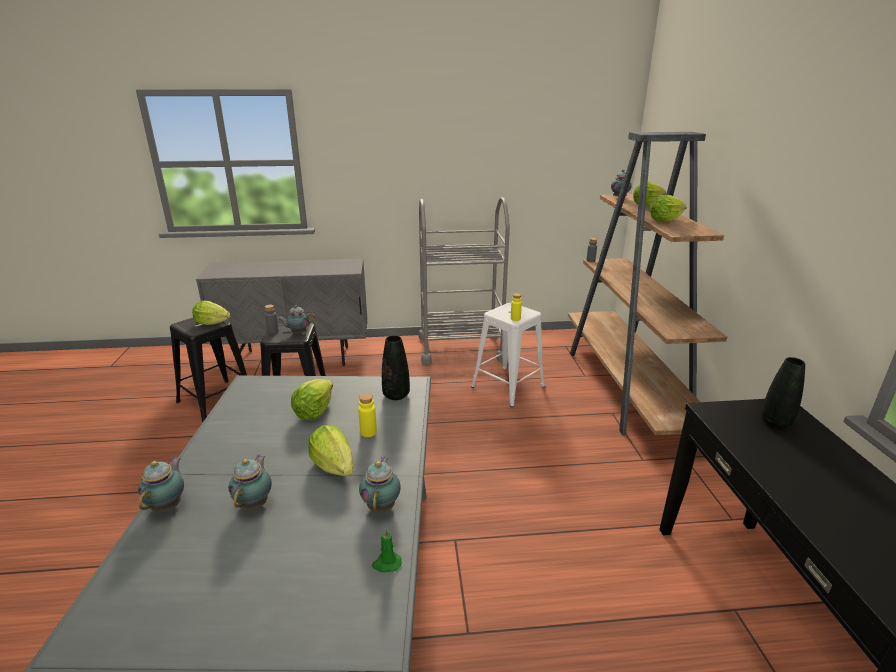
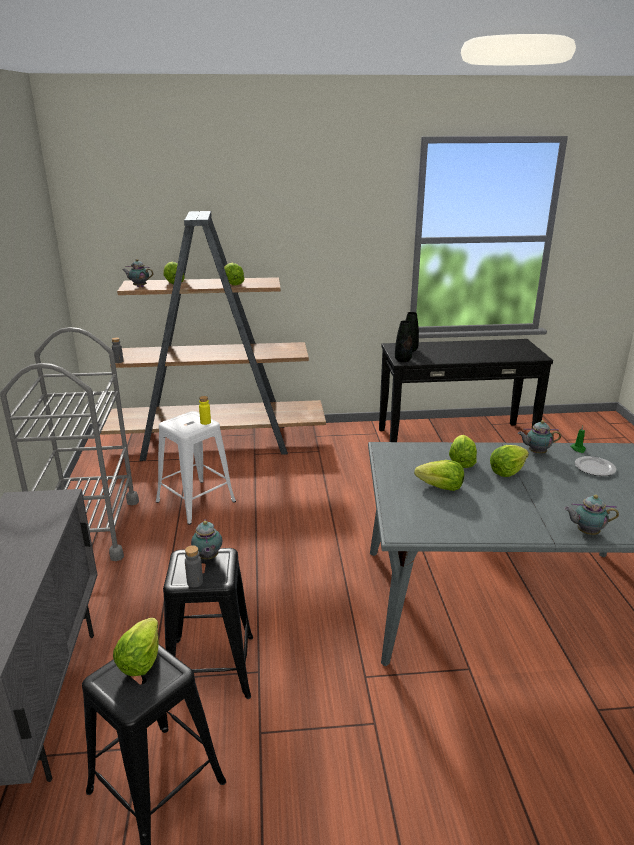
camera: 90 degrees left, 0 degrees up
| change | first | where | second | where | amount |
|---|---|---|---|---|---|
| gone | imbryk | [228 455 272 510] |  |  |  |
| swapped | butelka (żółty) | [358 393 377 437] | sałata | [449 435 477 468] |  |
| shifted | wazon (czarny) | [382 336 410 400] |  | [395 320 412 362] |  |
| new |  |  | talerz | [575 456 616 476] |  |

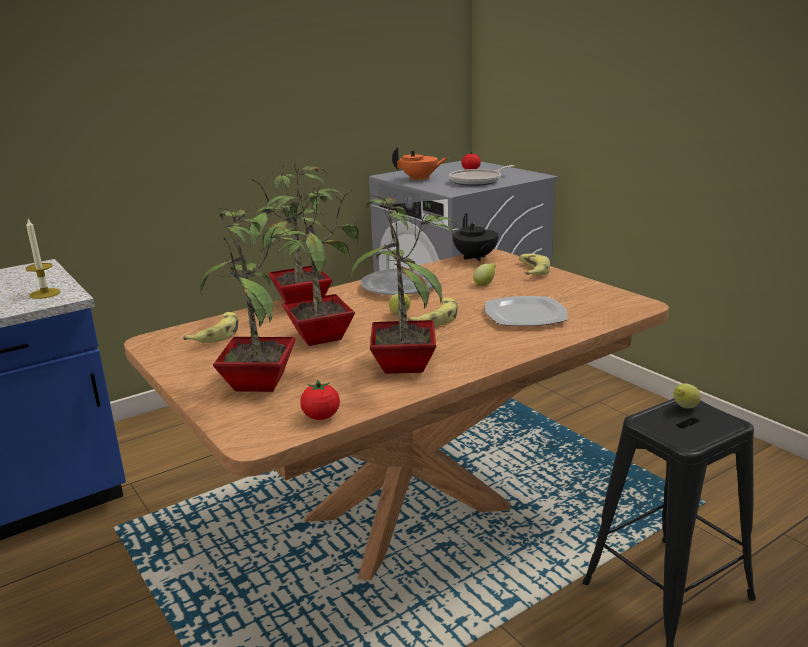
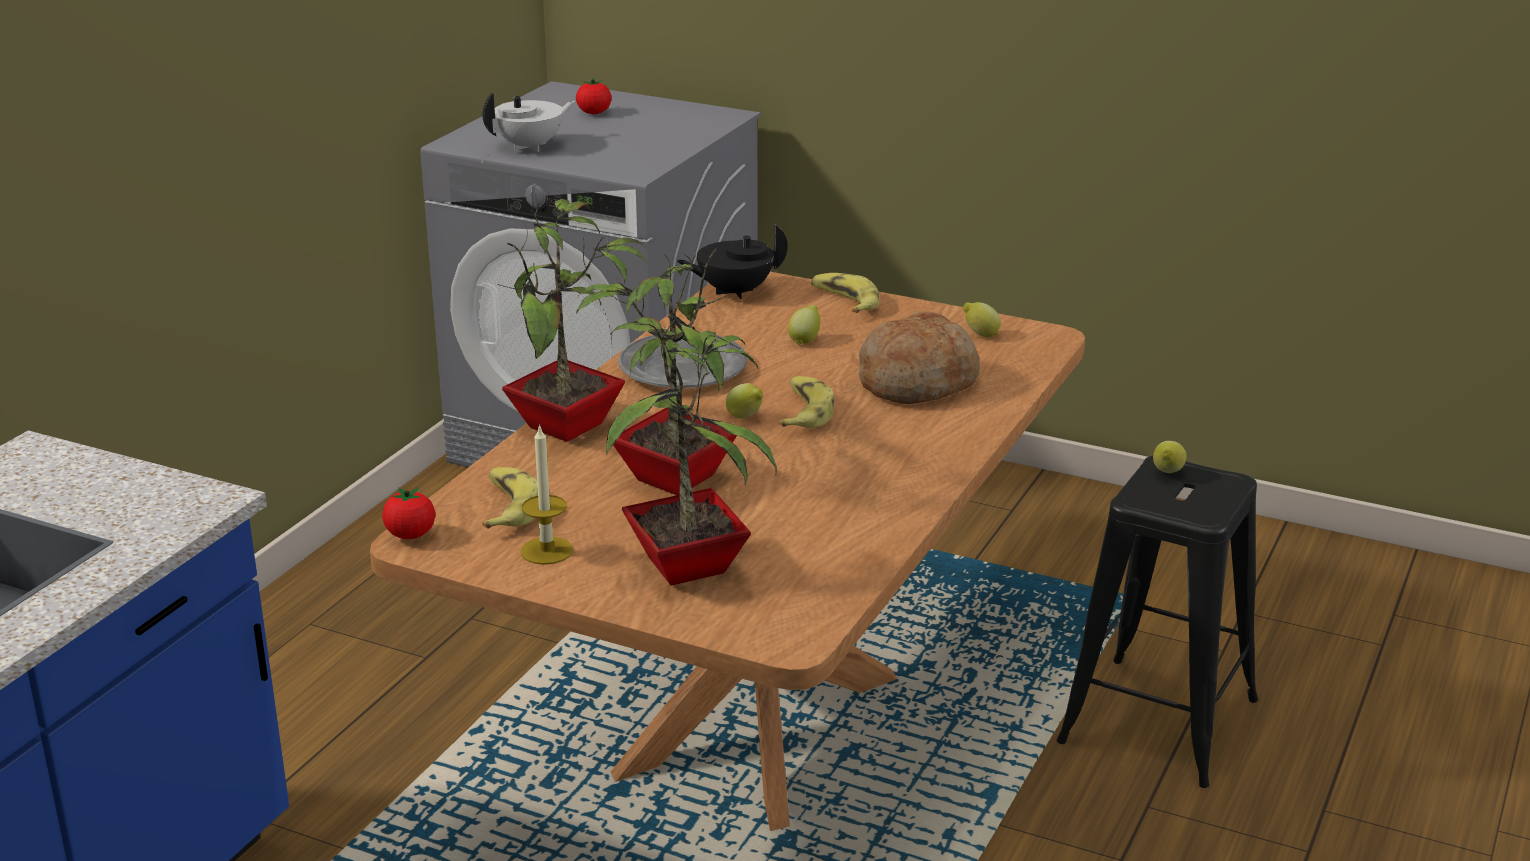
camera: 30 degrees left, 5 degrees up
| change | first | where | second | where | amount |
|---|---|---|---|---|---|
| shifted | świeca | [26 219 61 299] |  | [521 424 573 565] |  |
| shifted | pomidor | [300 380 340 420] |  | [382 487 435 539] |  |
| gone | roślina doniczkowa | [351 195 457 374] |  |  |  |
| repainted | imbryk (pomarańczowy) | [392 147 448 181] | imbryk (biały) | [483 93 575 152] |  |
| gone | patelnia | [449 165 515 186] |  |  |  |
| rotated | imbryk (czarny) | [453 213 498 261] |  | [677 224 788 299] | 120 degrees clockwise |
| swapped | talerz | [485 296 568 326] | chleb | [859 311 980 404] |  |
| new |  |  | cytryna | [963 302 1001 337] |  |

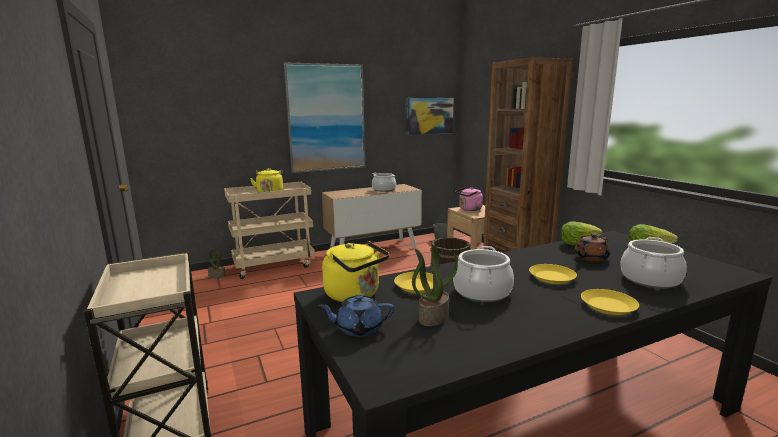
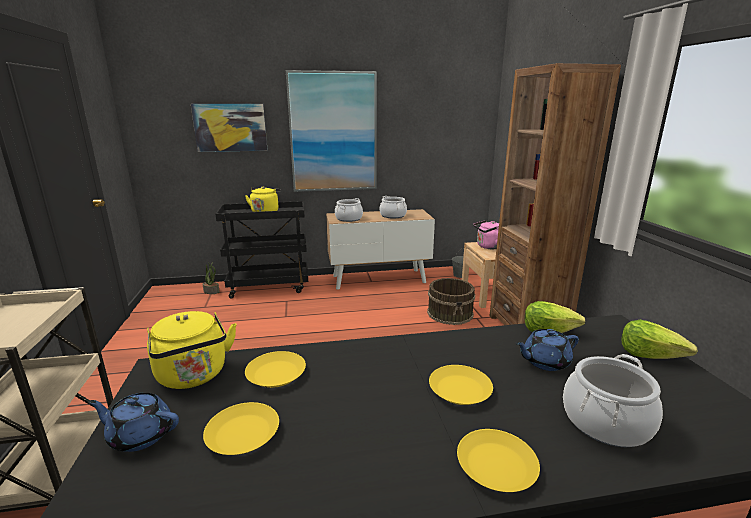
camera: 15 degrees right, 5 degrees up
| change | first | where | second | where | amount |
|---|---|---|---|---|---|
| repainted | wózek (beżowy) | [224 182 315 279] | wózek (czarny) | [215 201 308 298] |  |
| shifted | obraz | [406 97 454 135] |  | [191 103 268 152] |  |
| swapped | roślina doniczkowa | [412 245 458 326] | talerz (żółty) | [203 402 279 455] |  |
| shifted | garnek | [453 246 514 302] |  | [335 198 363 222] |  |
| repainted | imbryk (brązowy) | [574 233 610 262] | imbryk (niebieski) | [515 329 579 371] |  |

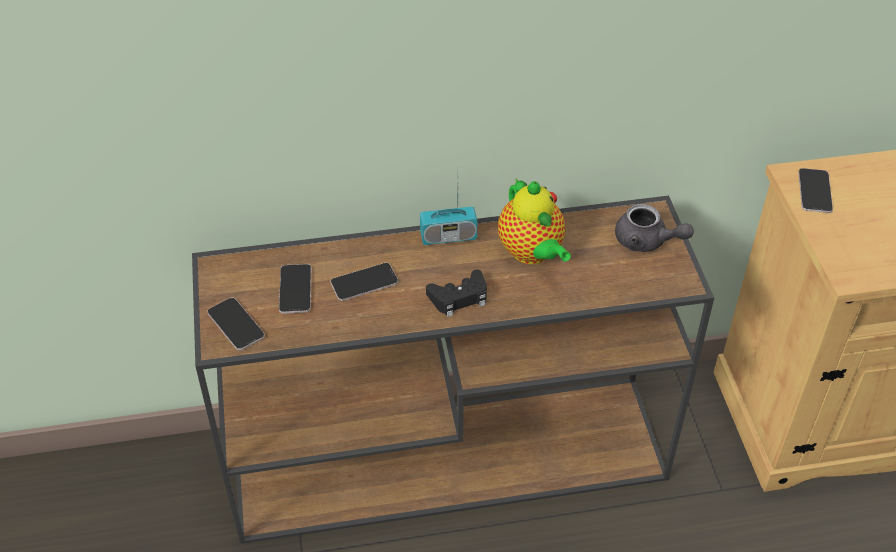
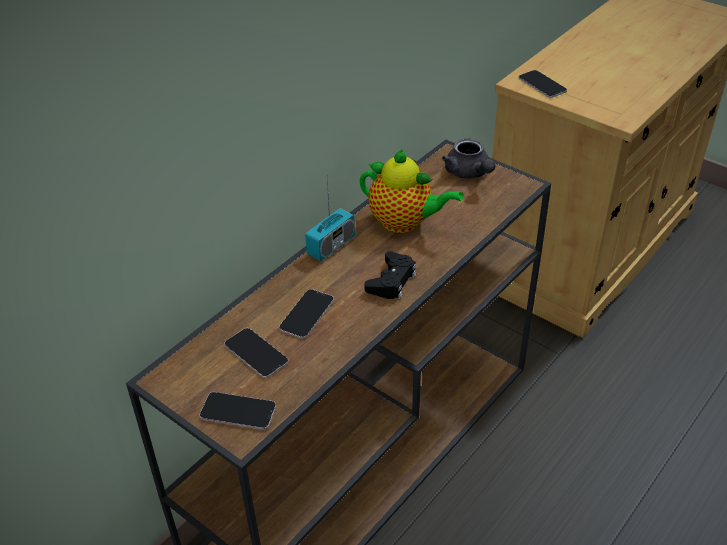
camera: 40 degrees left, 5 degrees down
| change | first | where | second | where | amount |
|---|---|---|---|---|---|
| rotated | imbryk (szary) | [615 204 694 252] |  | [442 139 495 179] | 75 degrees clockwise |

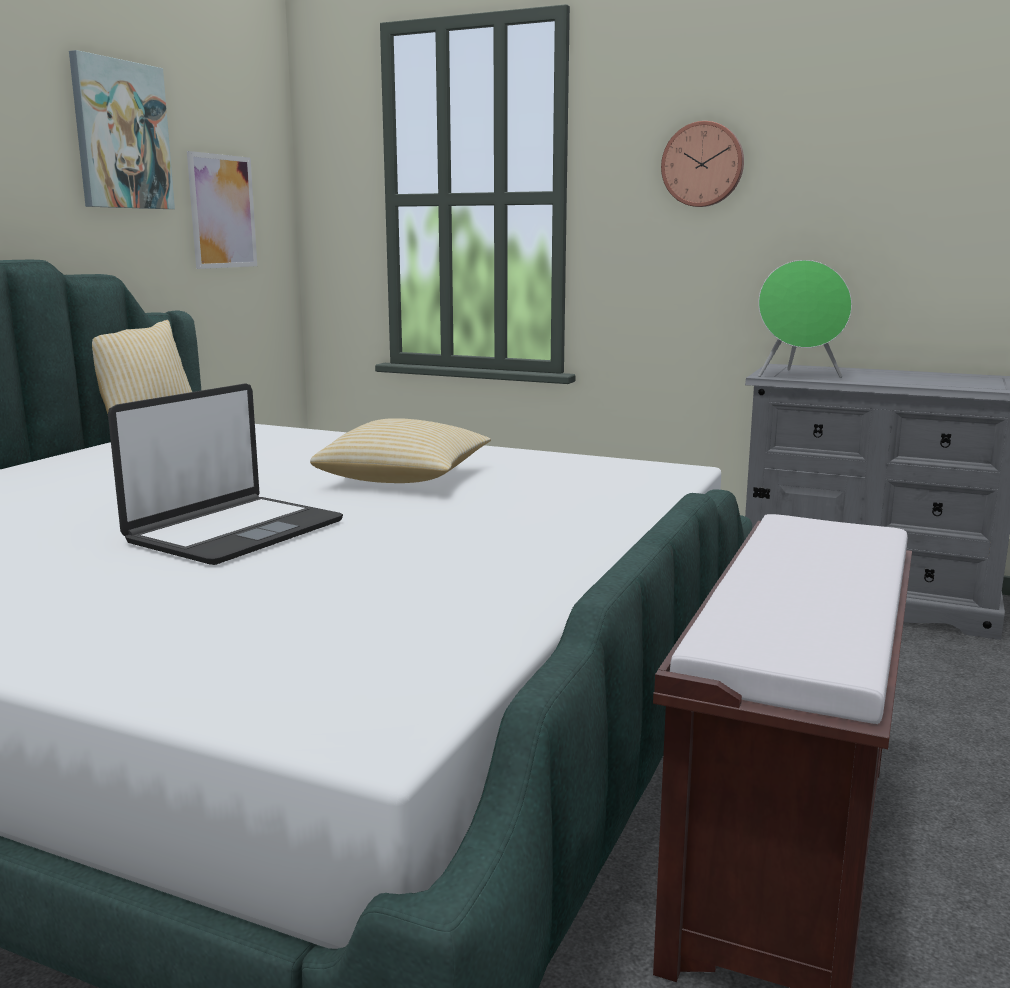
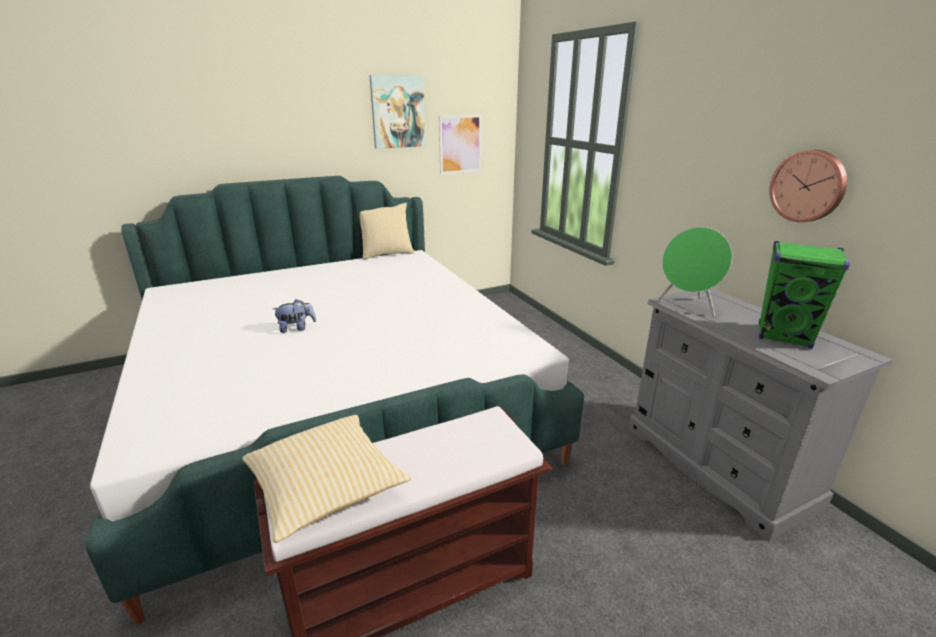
camera: 40 degrees right, 10 degrees up
| change | first | where | second | where | amount |
|---|---|---|---|---|---|
| swapped | laptop | [108 383 343 565] | pluszak | [273 299 316 333] |  |
| shifted | poduszka | [310 418 491 483] |  | [242 415 411 543] |  |
| shifted | zegar ścienny | [661 121 744 207] |  | [769 150 847 222] |  |
| new |  |  | głośnik (zielony) | [759 241 851 349] |  |

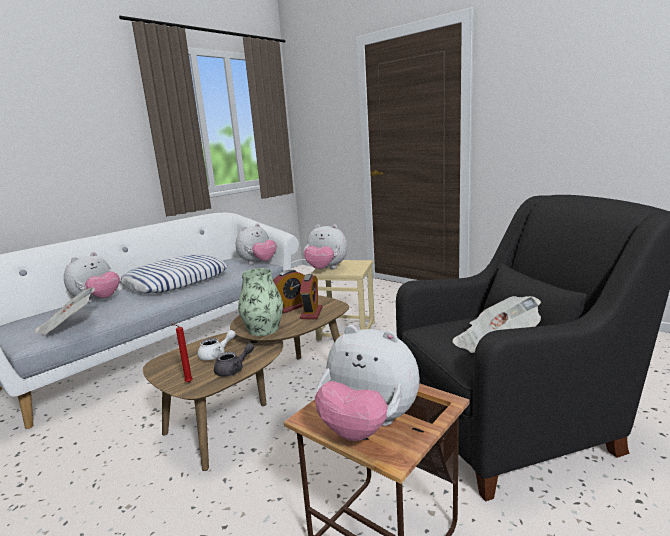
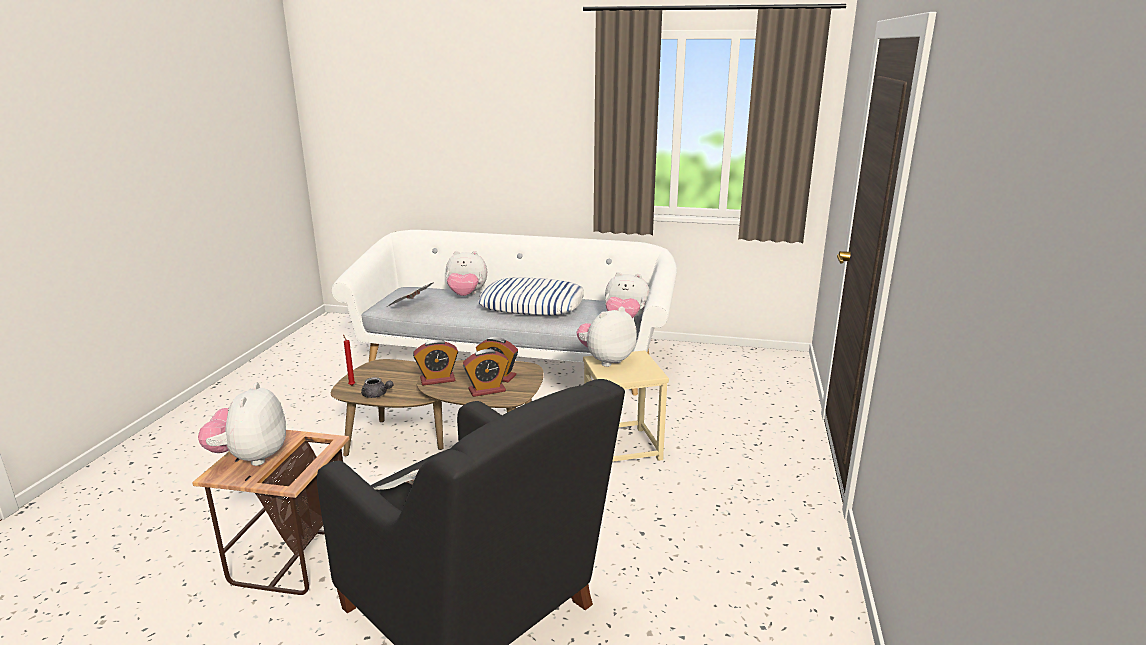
camera: 60 degrees right, 5 degrees up
| change | first | where | second | where | amount |
|---|---|---|---|---|---|
| gone | imbryk (biały) | [198 330 236 360] |  |  |  |
| swapped | wazon | [238 268 283 336] | budzik | [413 340 458 385] |  |
| rotated | pluszak | [303 224 348 269] |  | [576 307 637 367] | 60 degrees clockwise |

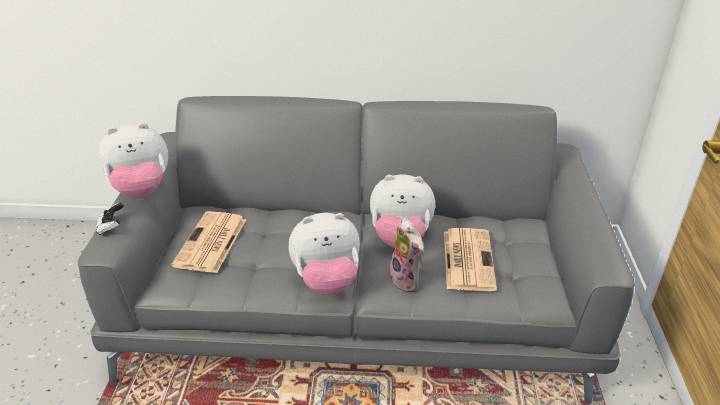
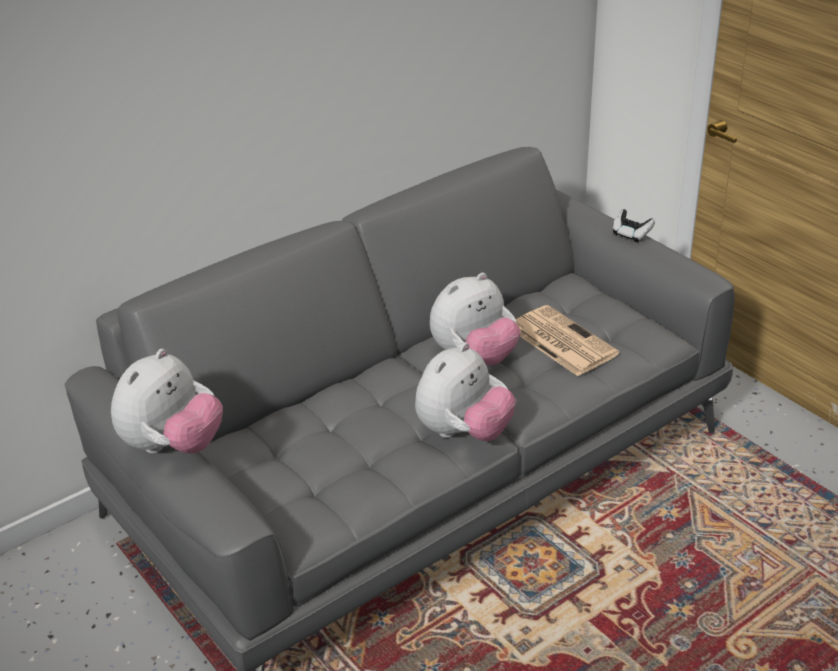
camera: 40 degrees left, 0 degrees up
| change | first | where | second | where | amount |
|---|---|---|---|---|---|
| shifted | pad do gier | [96 202 124 235] |  | [612 209 655 242] |  |
| gone | gazeta | [171 211 246 273] |  |  |  |
| gone | pluszak | [389 218 424 292] |  |  |  |

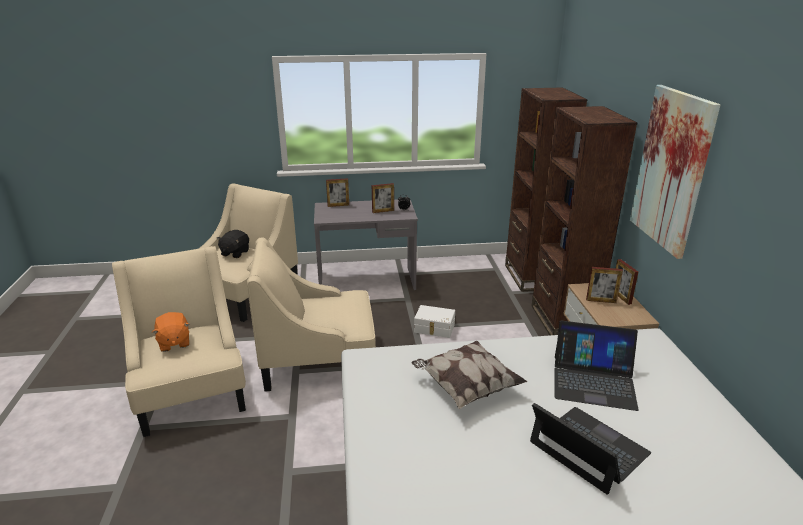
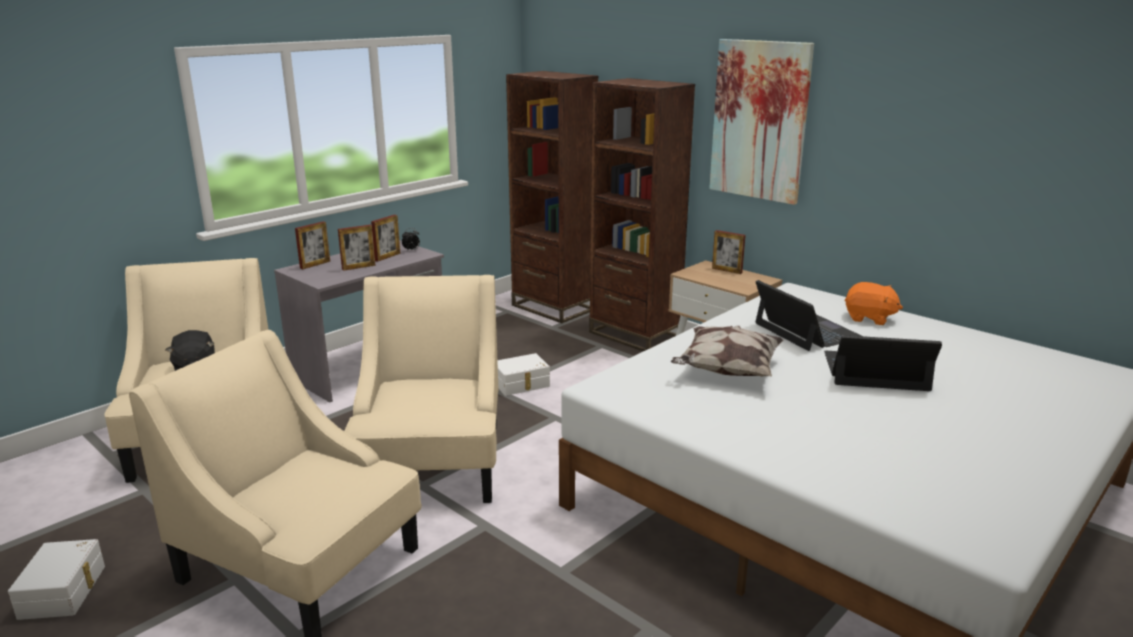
camera: 40 degrees left, 5 degrees down
| change | first | where | second | where | amount |
|---|---|---|---|---|---|
| shifted | pluszak (pomarańczowy) | [152 312 190 352] |  | [845 282 903 325] |  |
| rotated | fotel (beżowy) | [247 237 376 391] |  | [344 275 499 503] | 135 degrees clockwise |
| rotated | laptop | [554 321 639 411] |  | [756 280 862 351] | 90 degrees counterclockwise |
| shifted | ramka na zdjęcie | [586 267 623 303] |  | [338 225 376 271] |  |
| new |  |  | pojemnik do przechowywania (biały) | [8 539 105 620] |  |

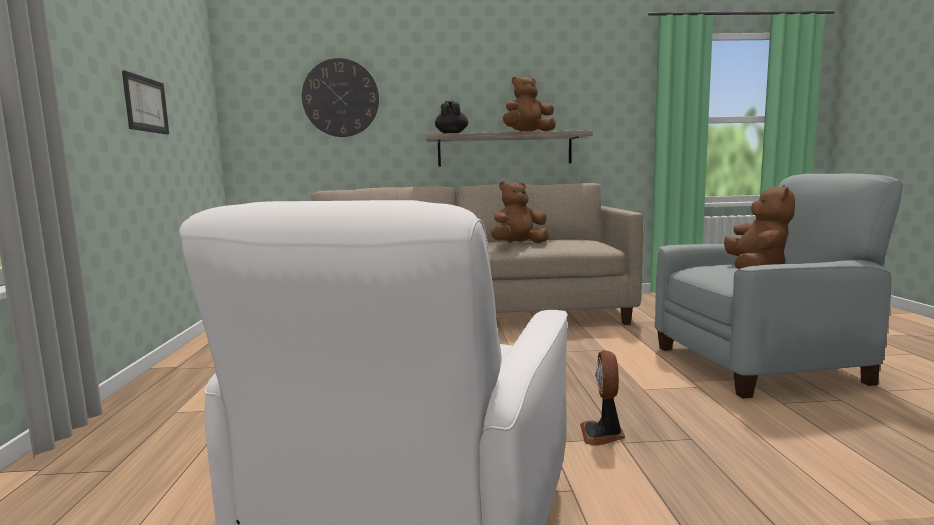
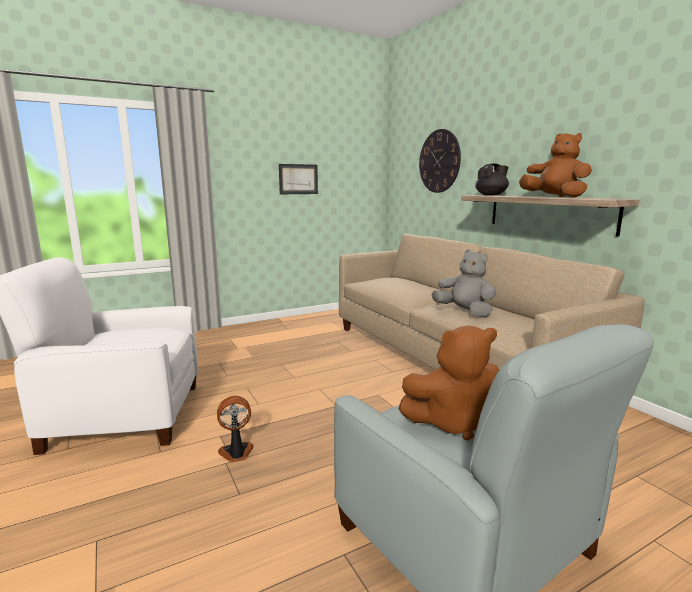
camera: 65 degrees right, 5 degrees up
| change | first | where | second | where | amount |
|---|---|---|---|---|---|
| repainted | pluszak (brązowy) | [491 182 549 243] | pluszak (szary) | [432 249 496 317] |  |

